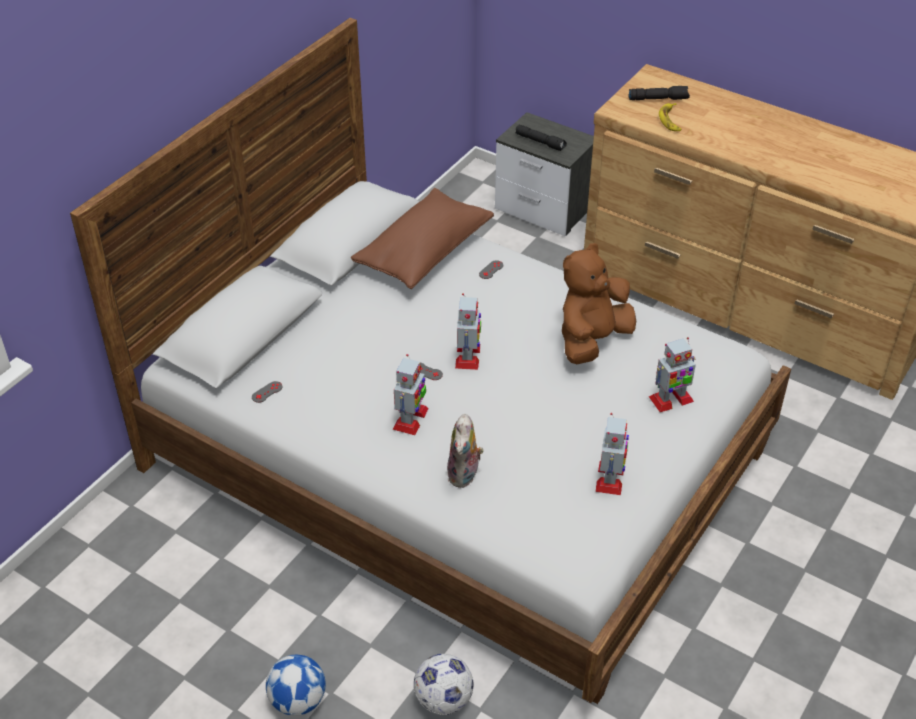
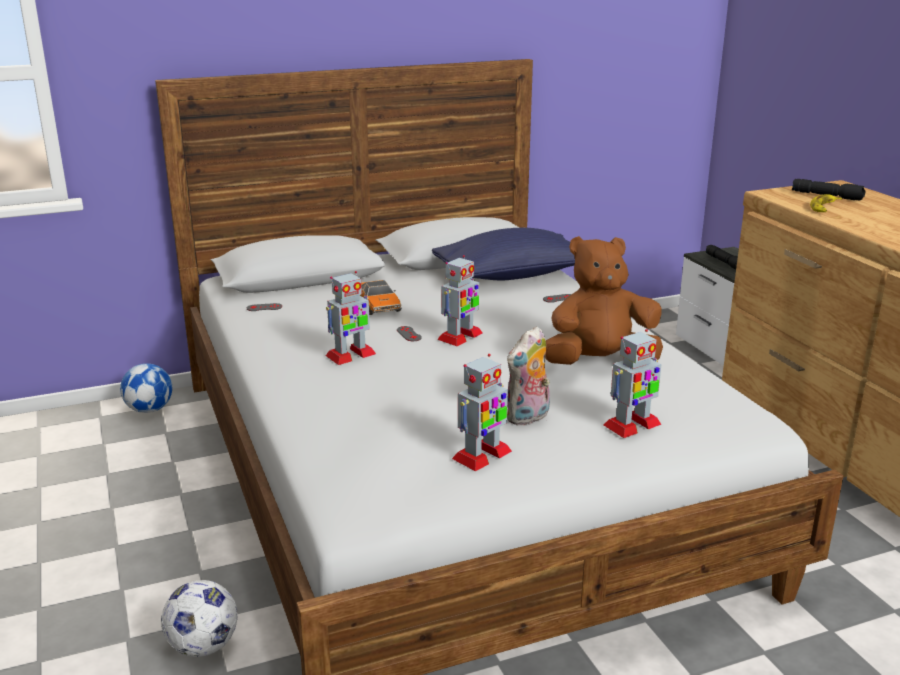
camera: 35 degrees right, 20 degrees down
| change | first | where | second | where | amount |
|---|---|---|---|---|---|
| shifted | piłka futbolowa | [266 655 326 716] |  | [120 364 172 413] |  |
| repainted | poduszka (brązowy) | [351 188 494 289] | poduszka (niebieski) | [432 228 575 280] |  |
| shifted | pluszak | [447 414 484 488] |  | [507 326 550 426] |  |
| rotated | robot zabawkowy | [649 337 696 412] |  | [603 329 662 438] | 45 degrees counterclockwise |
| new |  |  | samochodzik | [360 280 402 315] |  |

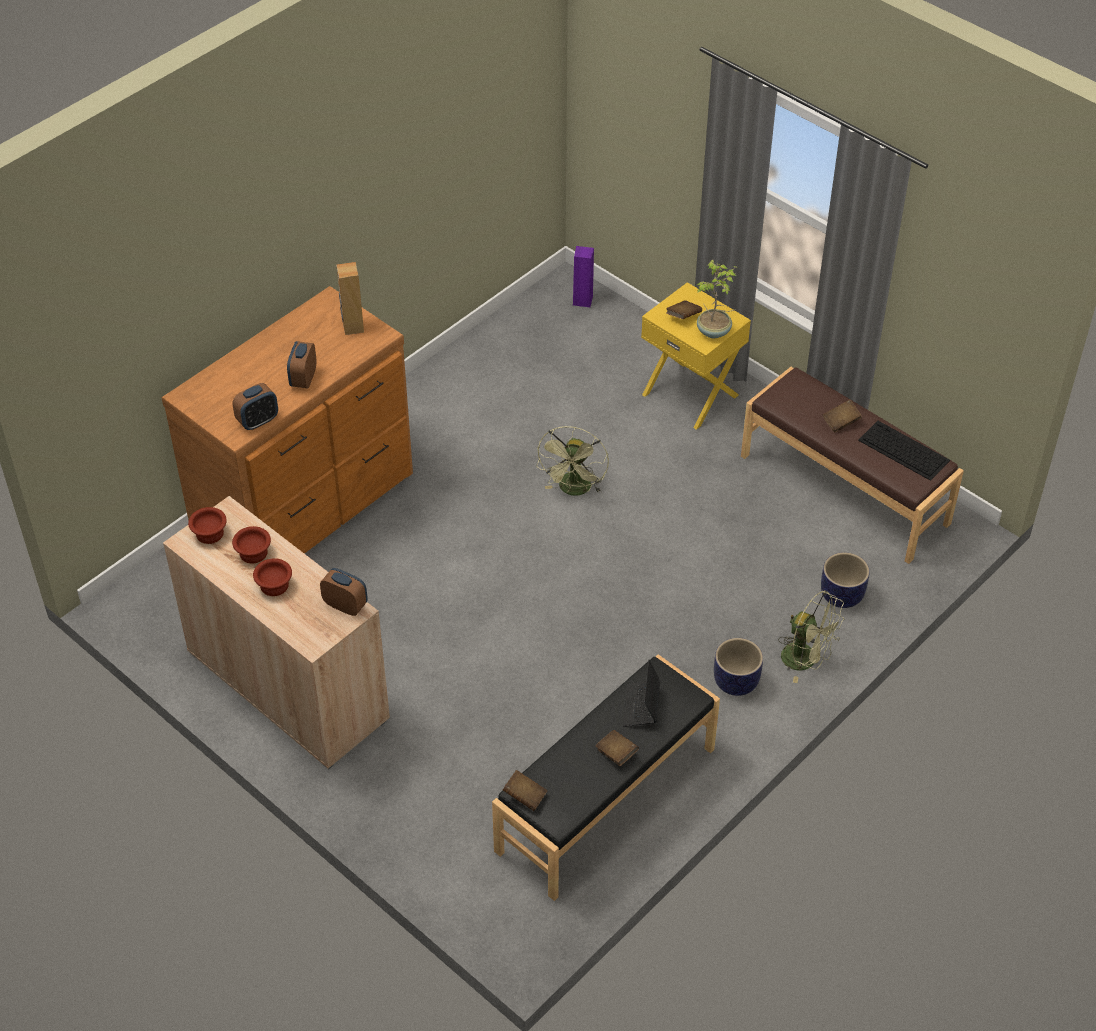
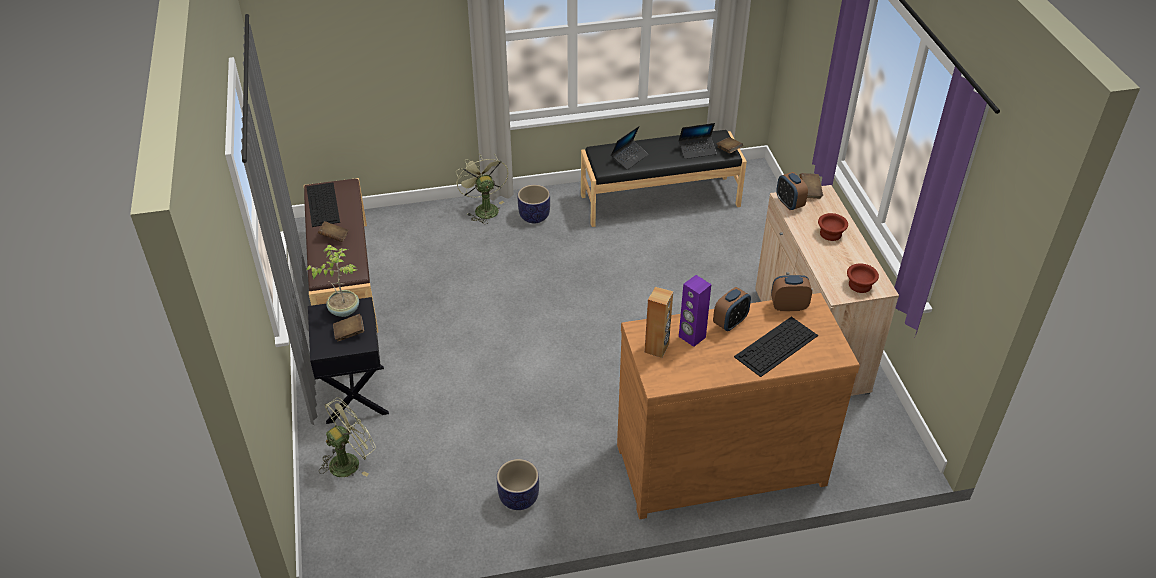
camera: 145 degrees left, 5 degrees down
| change | first | where | second | where | amount |
|---|---|---|---|---|---|
| gone | miska (brązowy) | [232 526 271 564] |  |  |  |
| shifted | wentylator (zielony) | [536 426 609 496] |  | [319 398 376 477] |  |
| shifted | głośnik (fioletowy) | [573 246 594 307] |  | [679 275 711 347] |  |
| shifted | książka (brązowy) | [595 730 639 766] |  | [799 173 823 199] |  |
| repainted | szafka nocna (żółty) | [641 282 751 430] | szafka nocna (czarny) | [308 297 389 424] |  |
| shifted | donica | [821 552 870 608] |  | [497 459 539 510] |  |
| new |  |  | laptop | [679 123 717 159] |  |
| new |  |  | klawiatura | [734 316 818 377] |  |

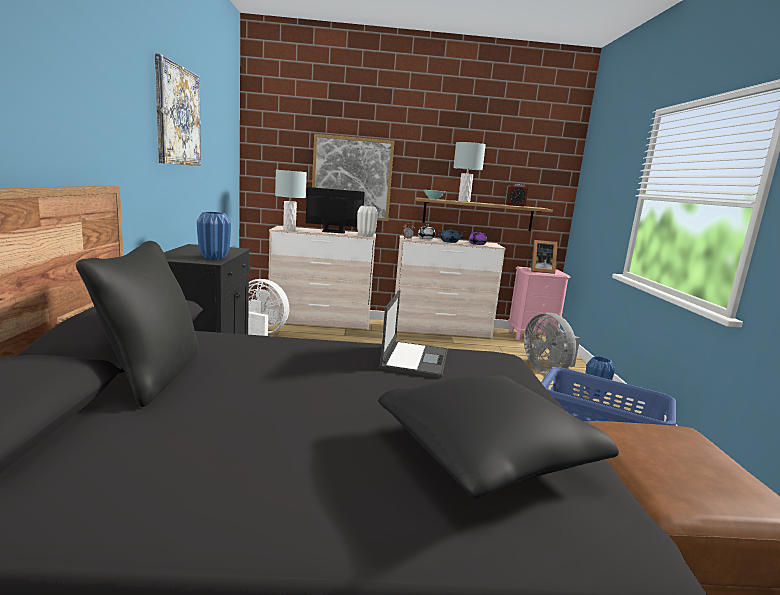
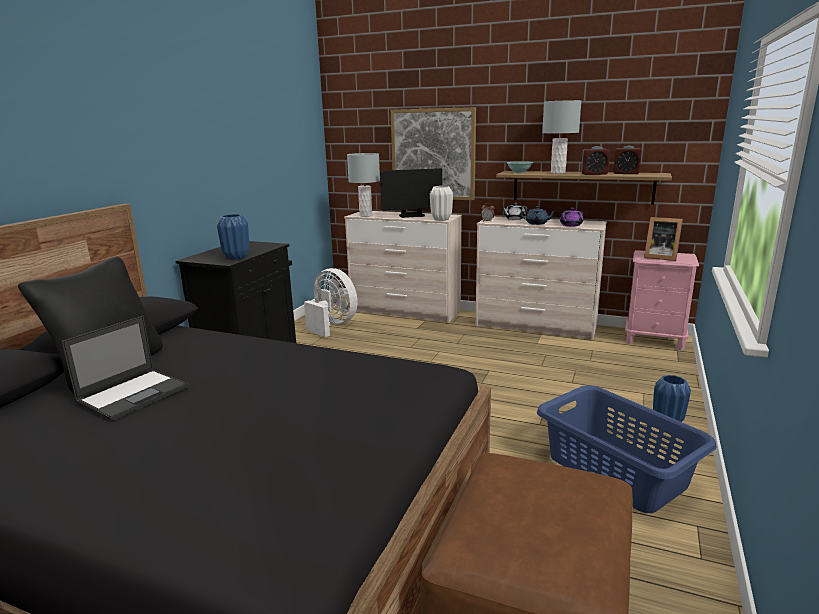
camera: 25 degrees right, 5 degrees up
| change | first | where | second | where | amount |
|---|---|---|---|---|---|
| gone | obraz | [155 53 201 166] |  |  |  |
| rotated | monitor | [306 187 365 233] |  | [380 168 442 218] | 150 degrees clockwise |
| gone | poduszka (czarny) | [378 374 619 499] |  |  |  |
| shifted | laptop | [379 290 448 378] |  | [61 316 189 421] |  |
| gone | wentylator (szary) | [524 313 580 373] |  |  |  |
| new |  |  | budzik | [581 146 610 175] |  |

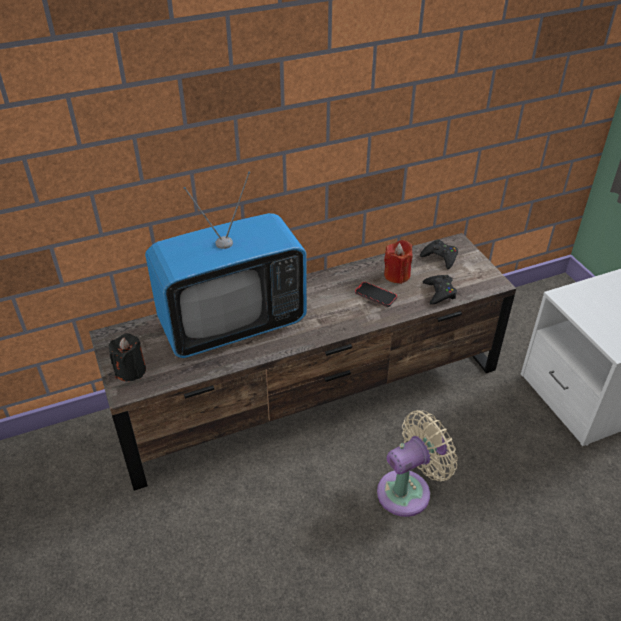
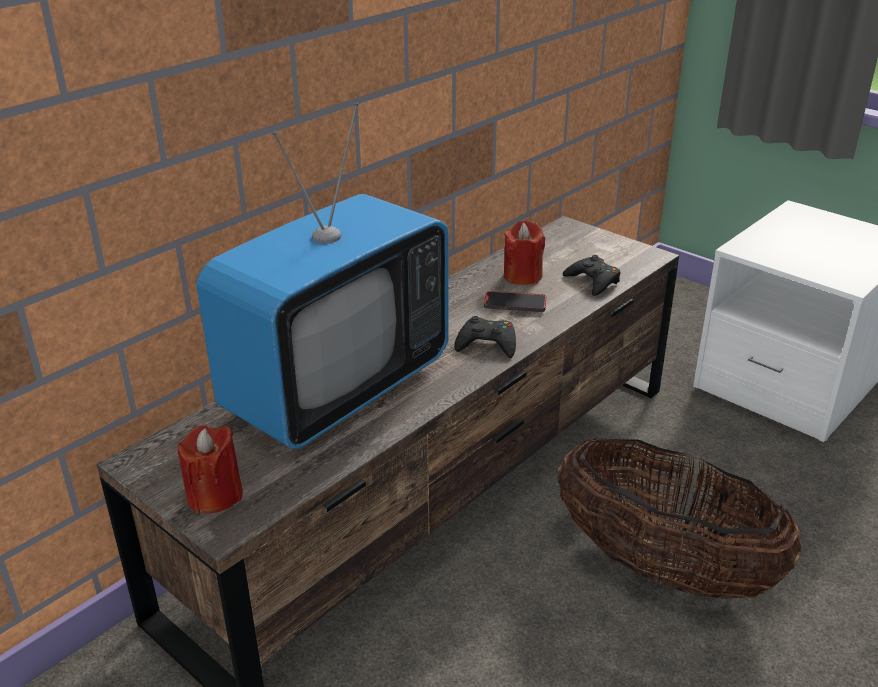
camera: 25 degrees left, 10 degrees down
| change | first | where | second | where | amount |
|---|---|---|---|---|---|
| repainted | świeca (czarny) | [109 333 146 382] | świeca (czerwony) | [177 426 243 514] |  |
| swapped | wentylator (beżowy) | [377 410 458 517] | koszyk | [558 437 801 599] |  |
| shifted | pad do gier (czarny) | [420 239 458 269] |  | [454 316 516 358] |  |

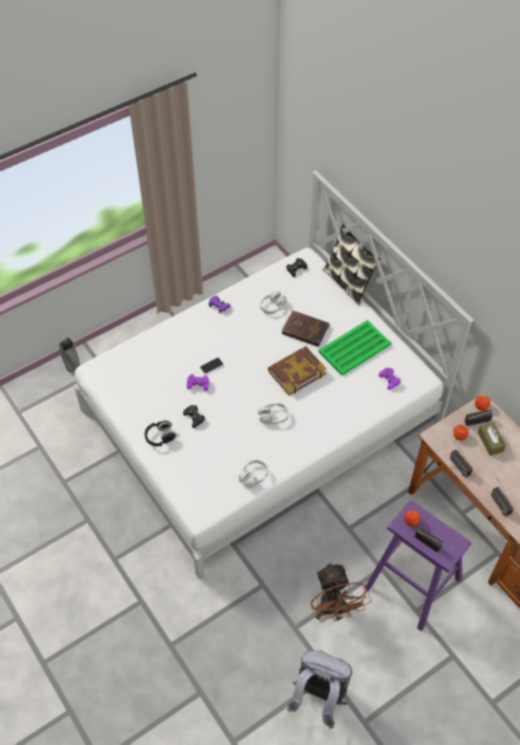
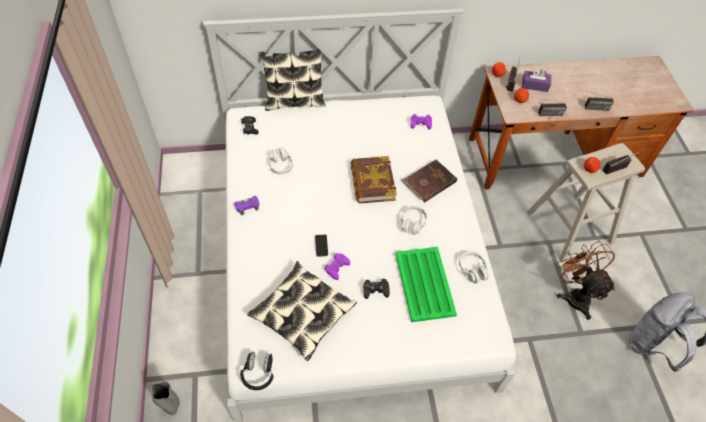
camera: 65 degrees left, 0 degrees up
| change | first | where | second | where | amount |
|---|---|---|---|---|---|
| shifted | słuchawki (czarny) | [145 420 177 446] |  | [240 352 274 390] |  |
| shifted | książka (brązowy) | [282 310 330 347] |  | [402 159 457 203] |  |
| rotated | wentylator (brązowy) | [311 562 371 622] |  | [556 241 615 320] | 120 degrees counterclockwise |
| shifted | taca (zielony) | [319 320 391 376] |  | [396 247 457 322] |  |
| repainted | stołek (fioletowy) | [365 501 471 631] | stołek (beżowy) | [527 143 645 263] |  |
| repainted | pudełko chusteczek (brązowy) | [478 422 506 456] | pudełko chusteczek (fioletowy) | [522 69 551 92] |  |
| new |  |  | poduszka | [247 261 357 361] |  |

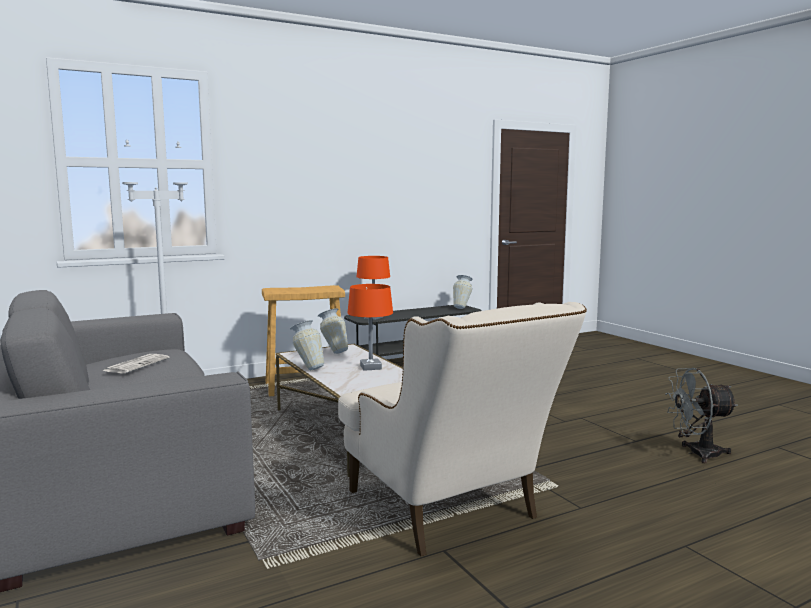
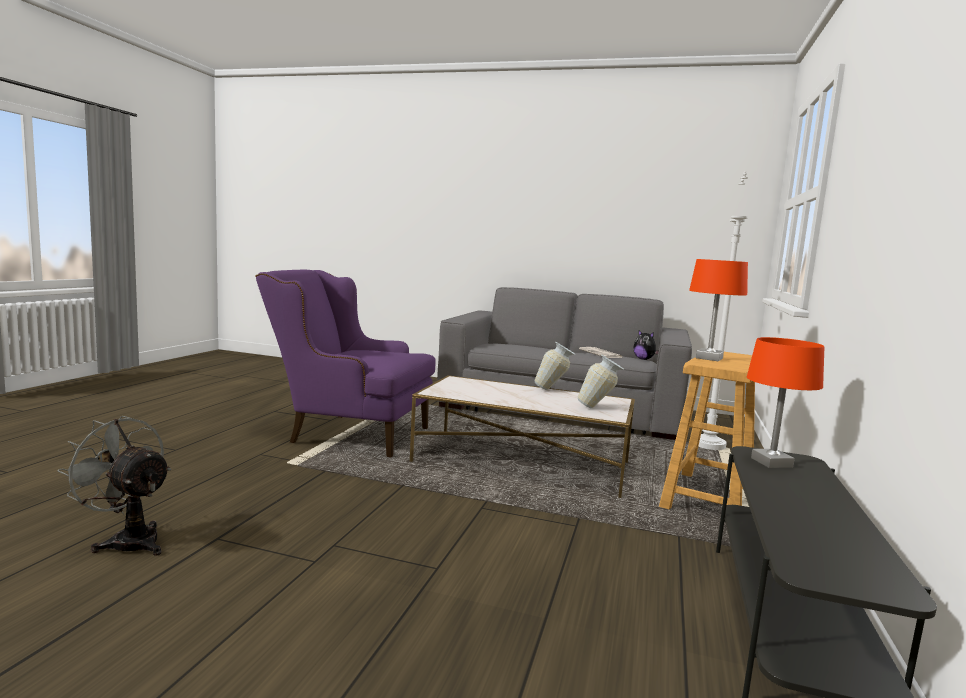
camera: 135 degrees right, 0 degrees up
| change | first | where | second | where | amount |
|---|---|---|---|---|---|
| repainted | fotel (beżowy) | [338 302 587 556] | fotel (fioletowy) | [255 270 436 457] |  |
| shifted | lampa stołowa (pomarańczowy) | [348 284 393 371] |  | [689 259 748 362] |  |
| gone | wazon | [453 275 473 309] |  |  |  |
| rotated | wentylator (szary) | [665 368 738 463] |  | [58 416 171 556] | 105 degrees counterclockwise |
| new |  |  | pluszak | [633 330 659 360] |  |

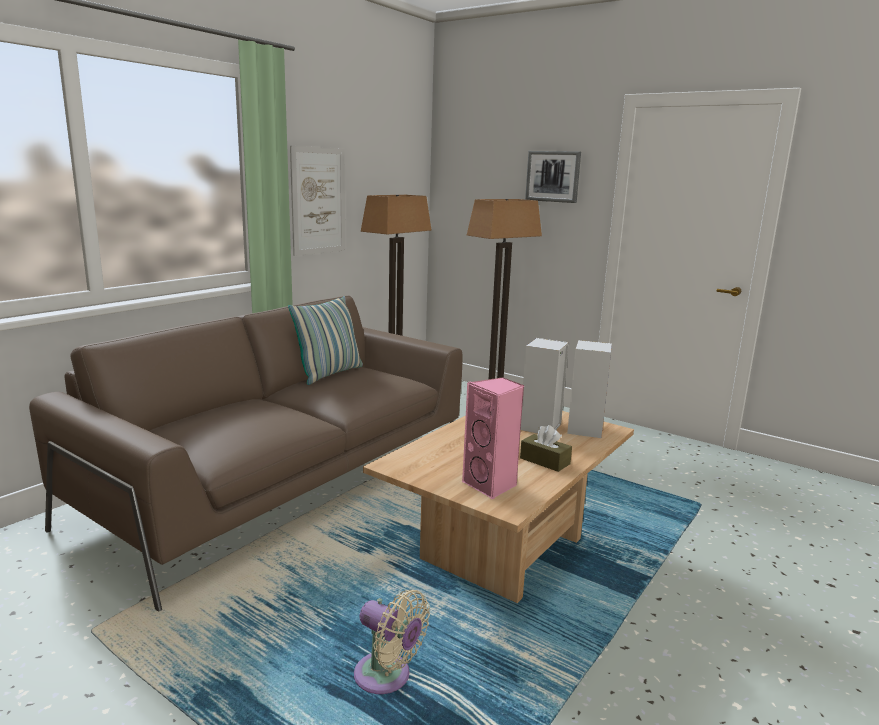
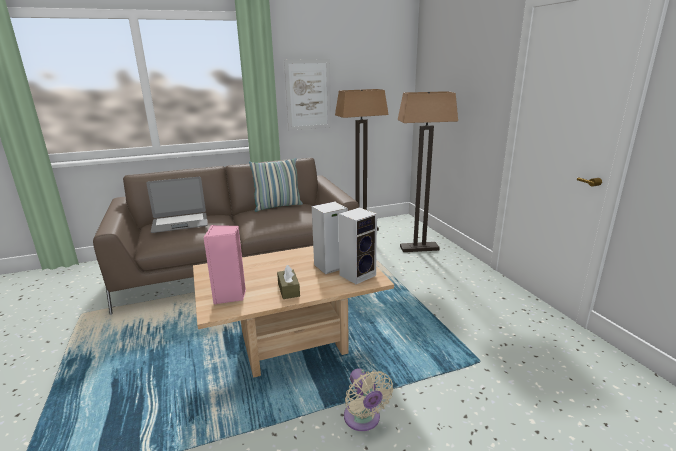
camera: 35 degrees right, 5 degrees up
| change | first | where | second | where | amount |
|---|---|---|---|---|---|
| shifted | wentylator (beżowy) | [354 590 430 694] |  | [344 368 393 431] |  |
| gone | obraz | [525 151 581 203] |  |  |  |
| new |  |  | laptop | [146 177 208 233] |  |

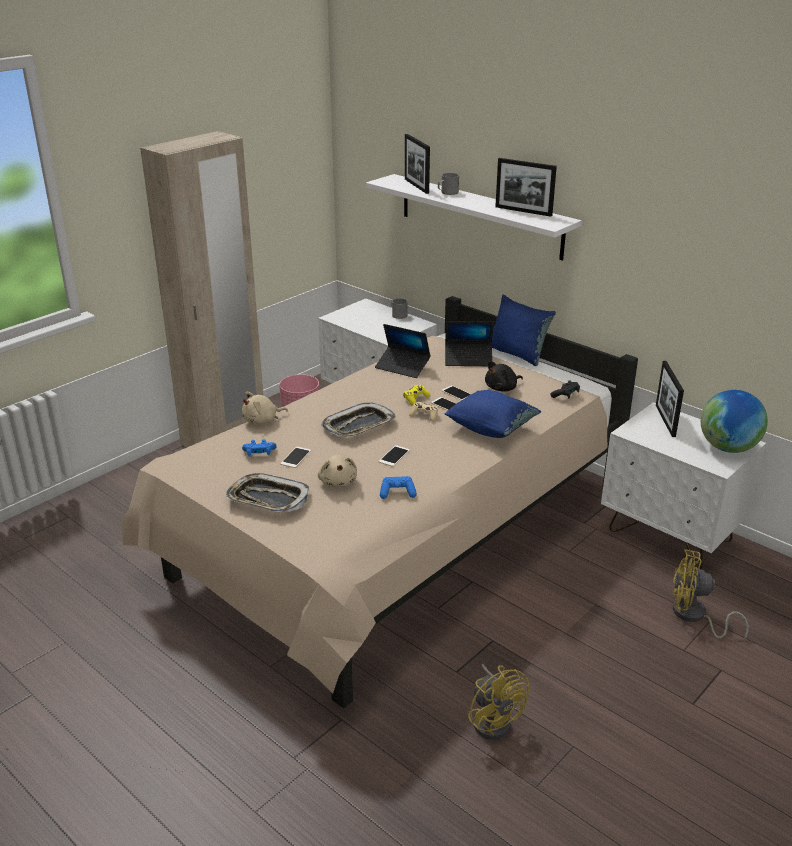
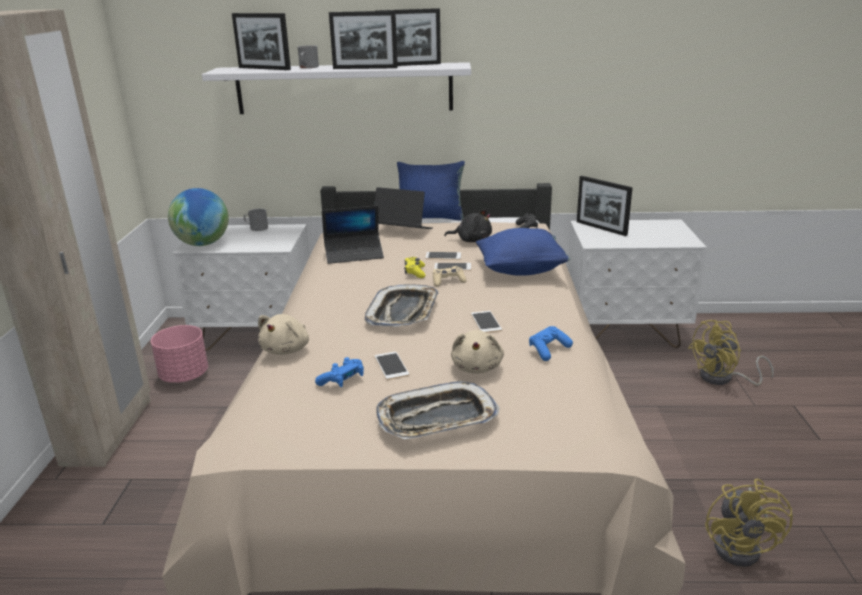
camera: 40 degrees left, 5 degrees down
| change | first | where | second | where | amount |
|---|---|---|---|---|---|
| rotated | pluszak (beżowy) | [318 455 357 488] |  | [451 330 504 374] | 60 degrees clockwise |
| rotated | laptop | [445 321 494 366] |  | [375 187 433 229] | 120 degrees counterclockwise |
| rotated | wentylator (żółty) | [468 664 529 740] |  | [705 478 793 567] | 75 degrees clockwise |
| rotated | pluszak (czarny) | [485 361 523 392] |  | [444 209 492 242] | 90 degrees counterclockwise |
| shifted | globus | [701 390 768 453] |  | [168 188 229 246] |  |
| new |  |  | ramka na zdjęcie | [329 11 398 69] |  |

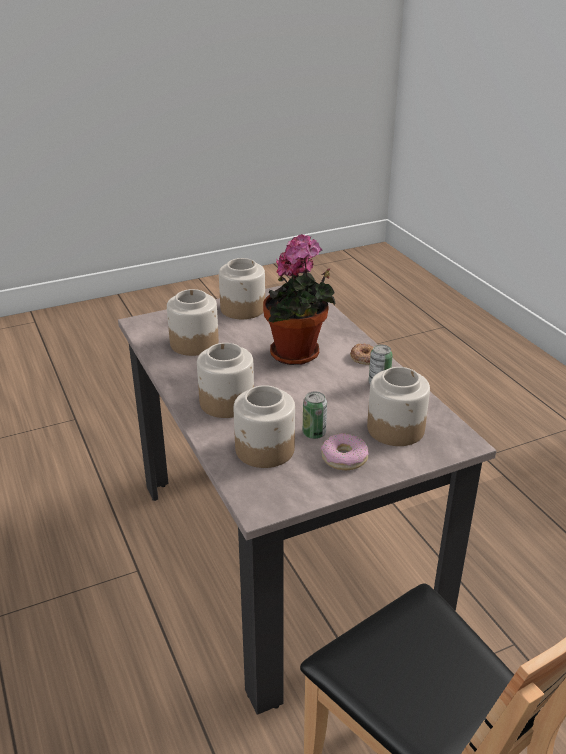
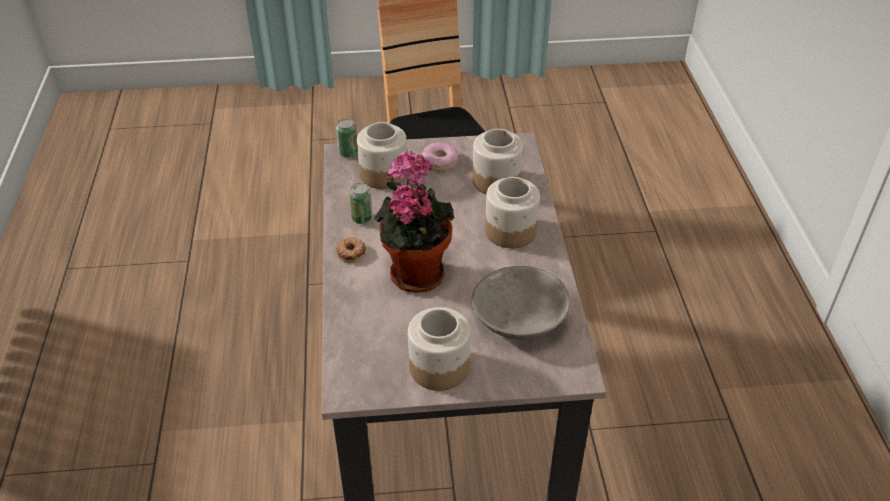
camera: 160 degrees left, 10 degrees up
| change | first | where | second | where | amount |
|---|---|---|---|---|---|
| swapped | słoik | [167 289 219 356] | miska (szary) | [472 266 571 340] |  |
| shifted | puszka | [303 391 327 439] |  | [336 119 358 157] |  |

